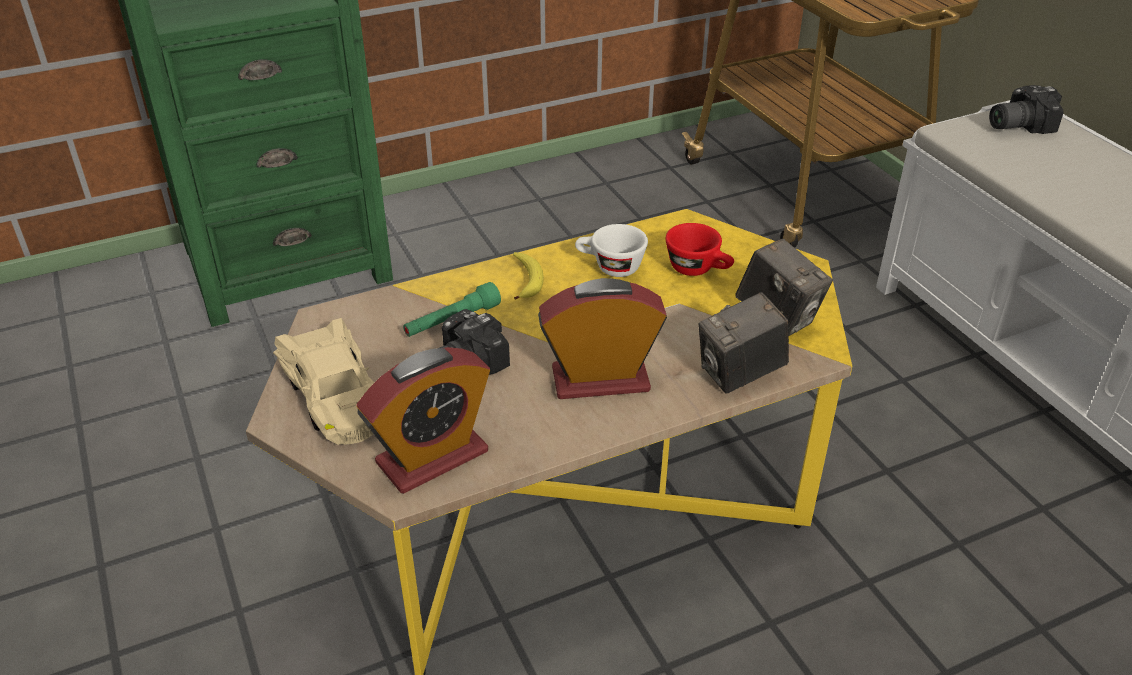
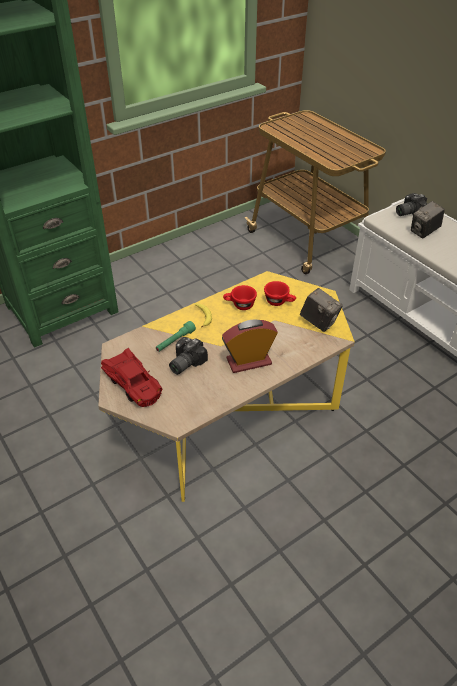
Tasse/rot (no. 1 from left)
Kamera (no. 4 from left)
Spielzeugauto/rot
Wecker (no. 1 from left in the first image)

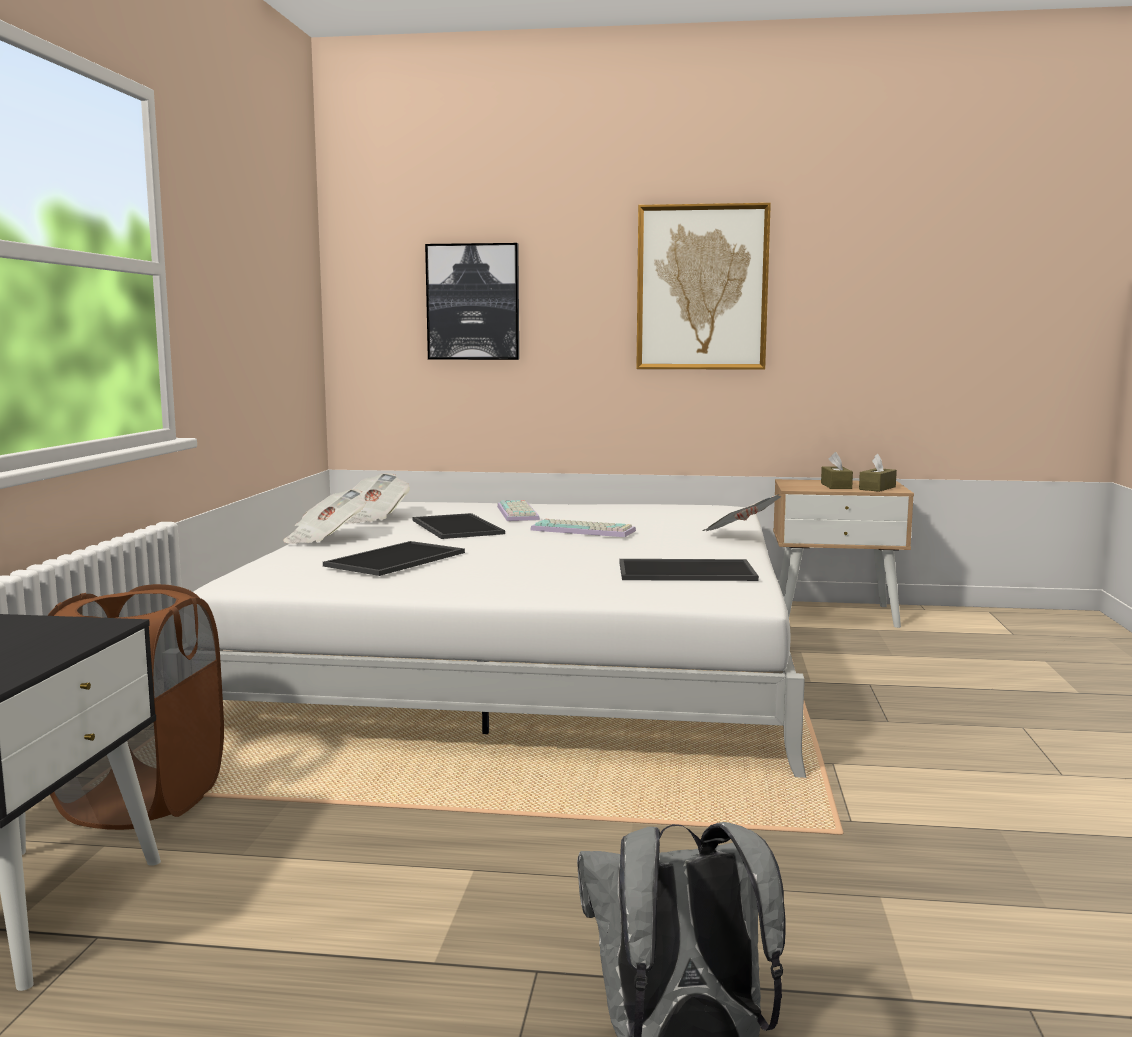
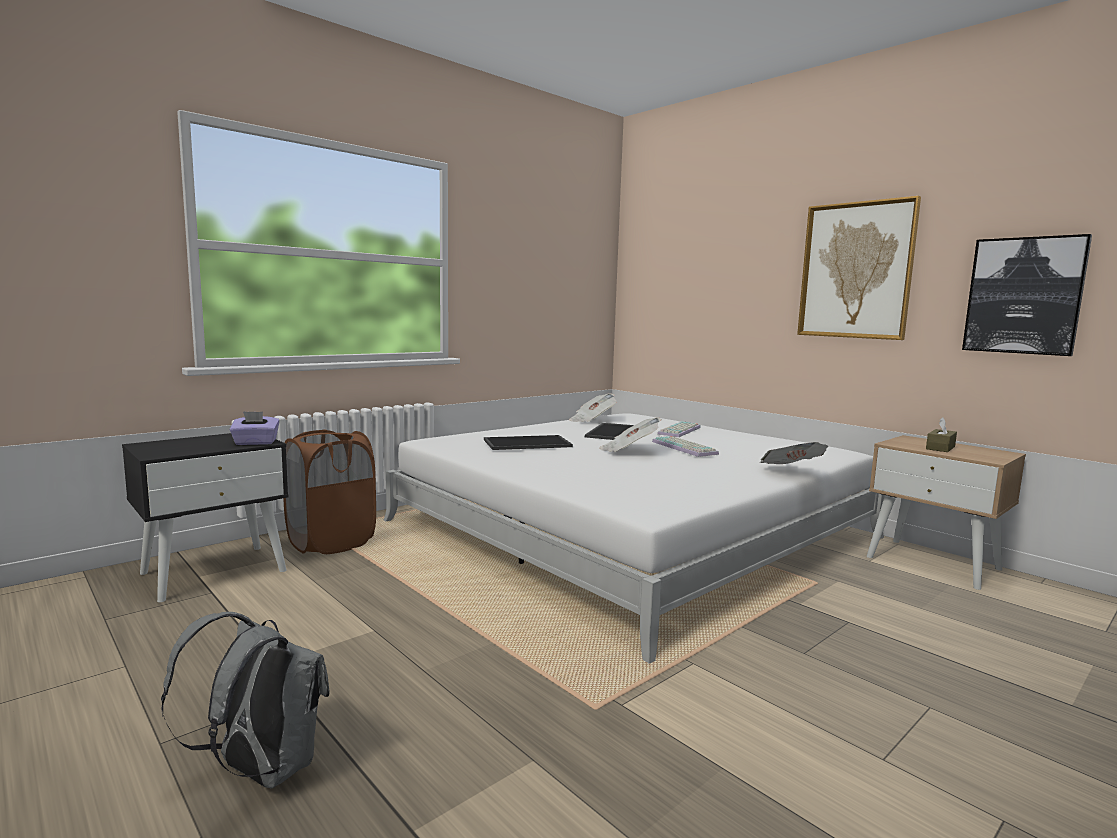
Bild (no. 2 from left)
Taschentuchbox/braun (no. 2 from left in the first image)
Zeitung (no. 2 from left)
Tablett (no. 3 from left in the first image)
Taschentuchbox/lila

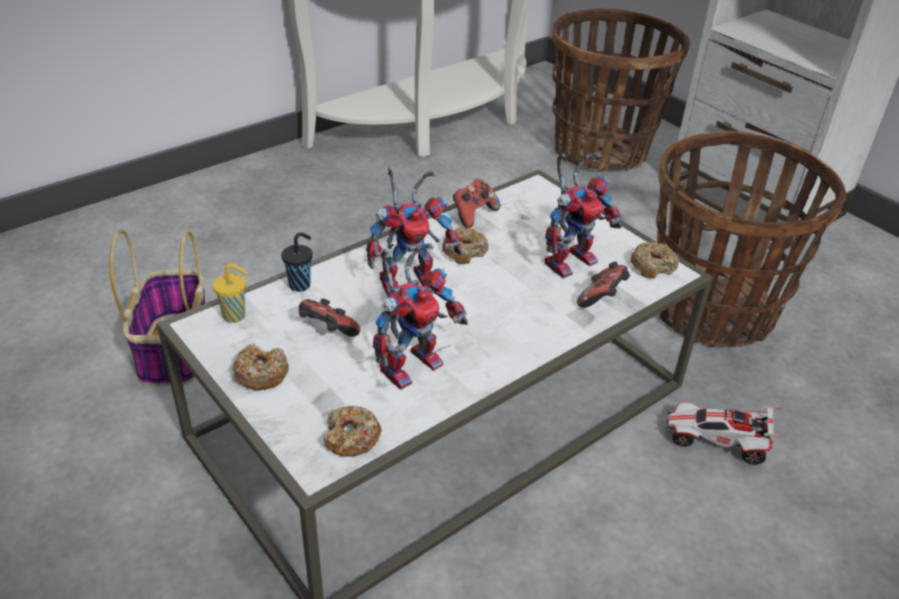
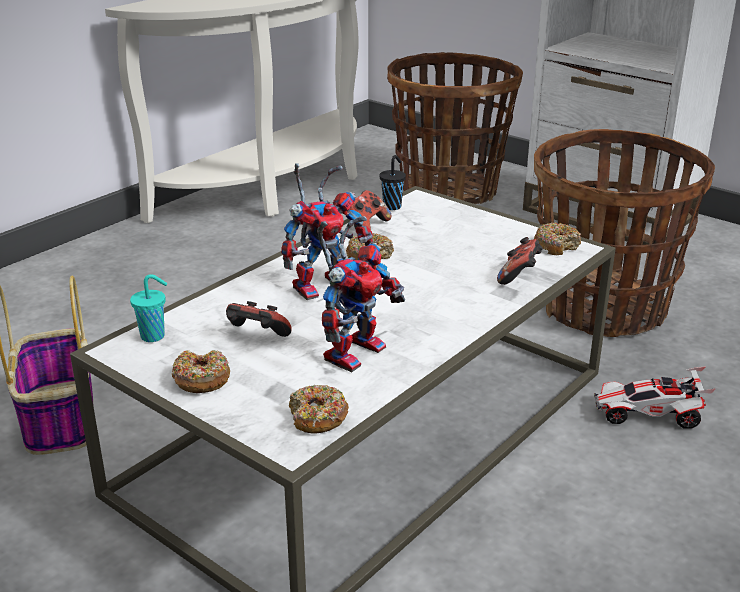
Spielzeugroboter (no. 3 from left in the first image)
Tasse/schwarz
Tasse/türkis

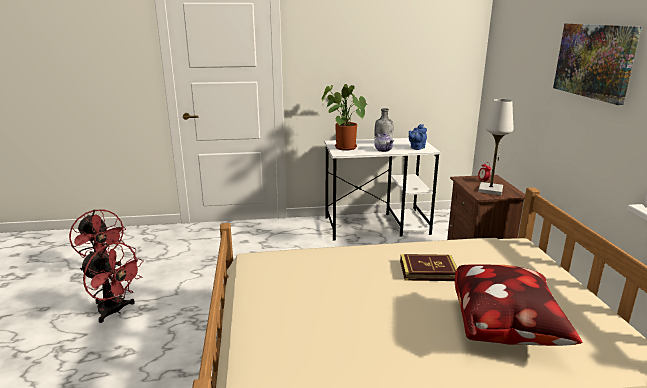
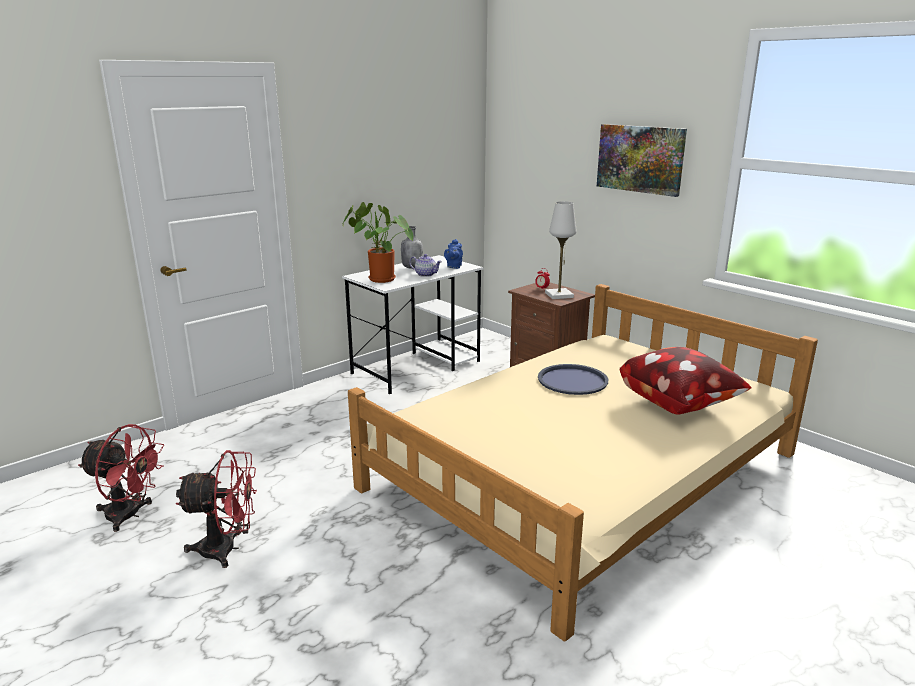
Tablett/blau

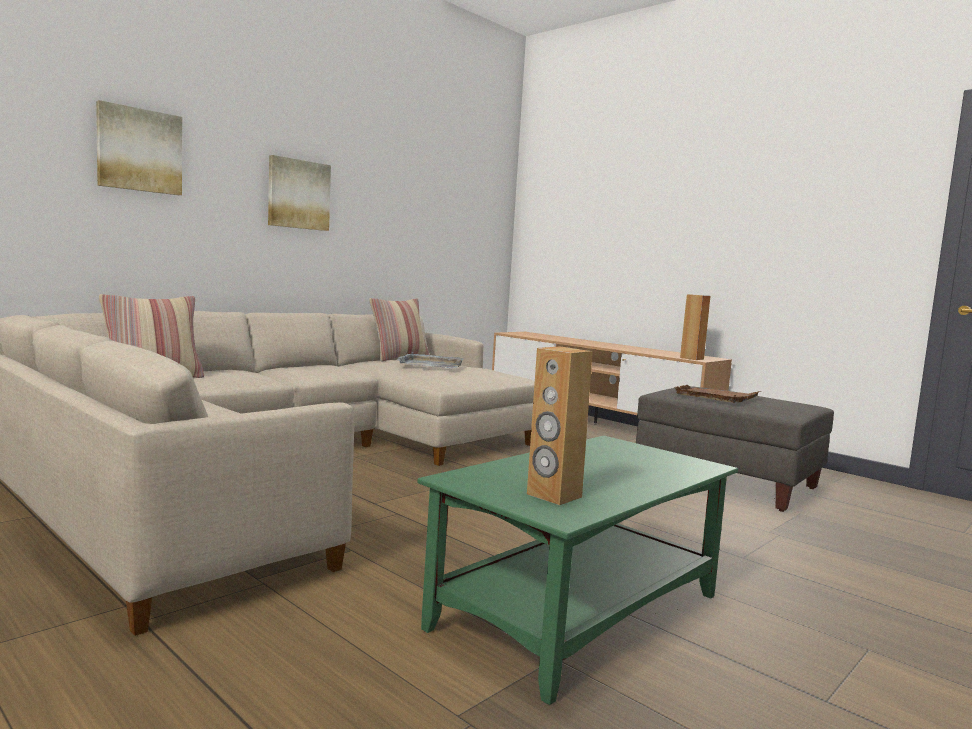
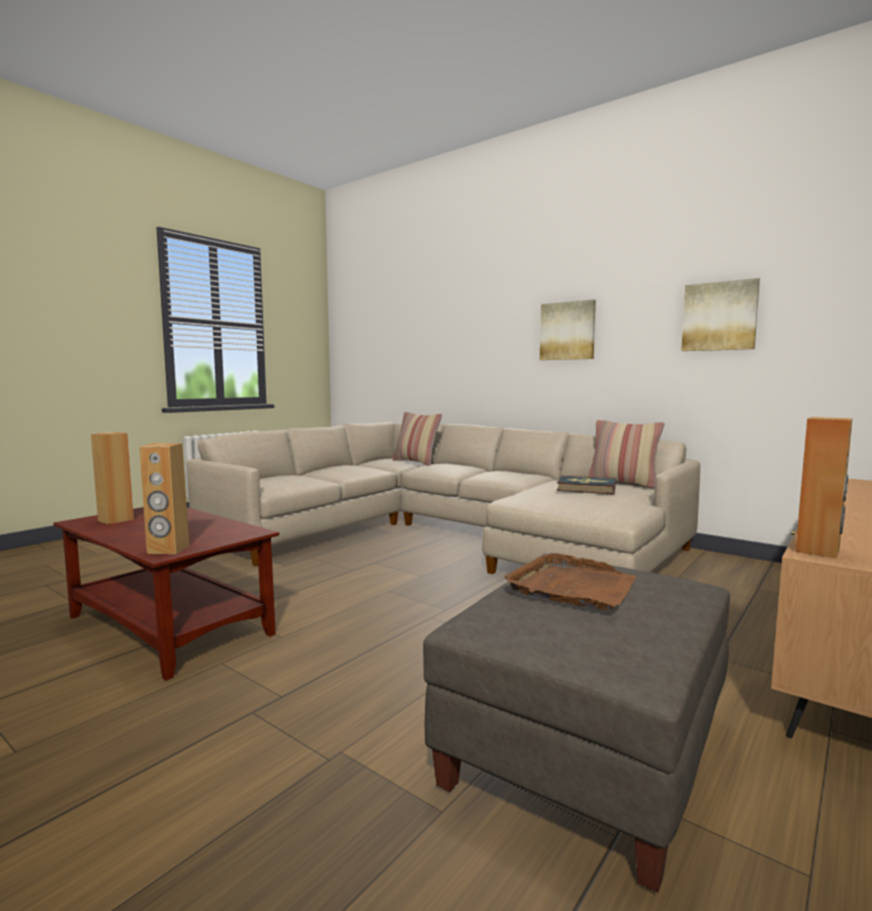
Bild (no. 2 from left)
Buch
Couchtisch/braun
Lautsprecher/braun (no. 2 from left)

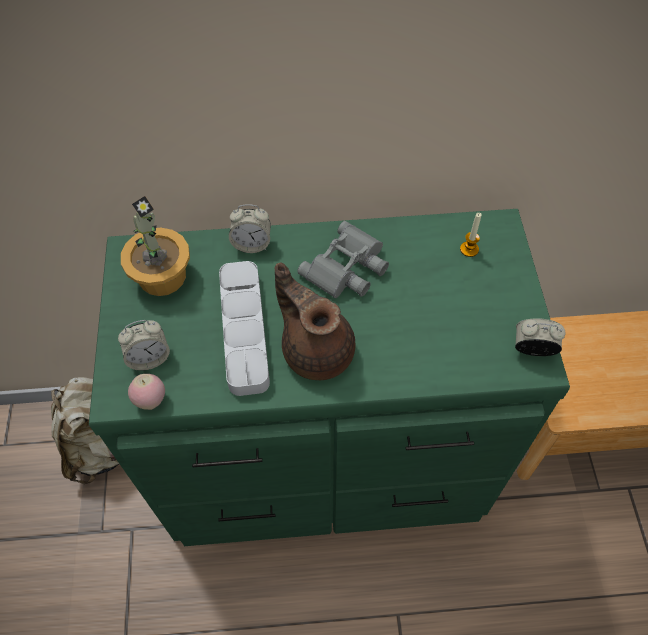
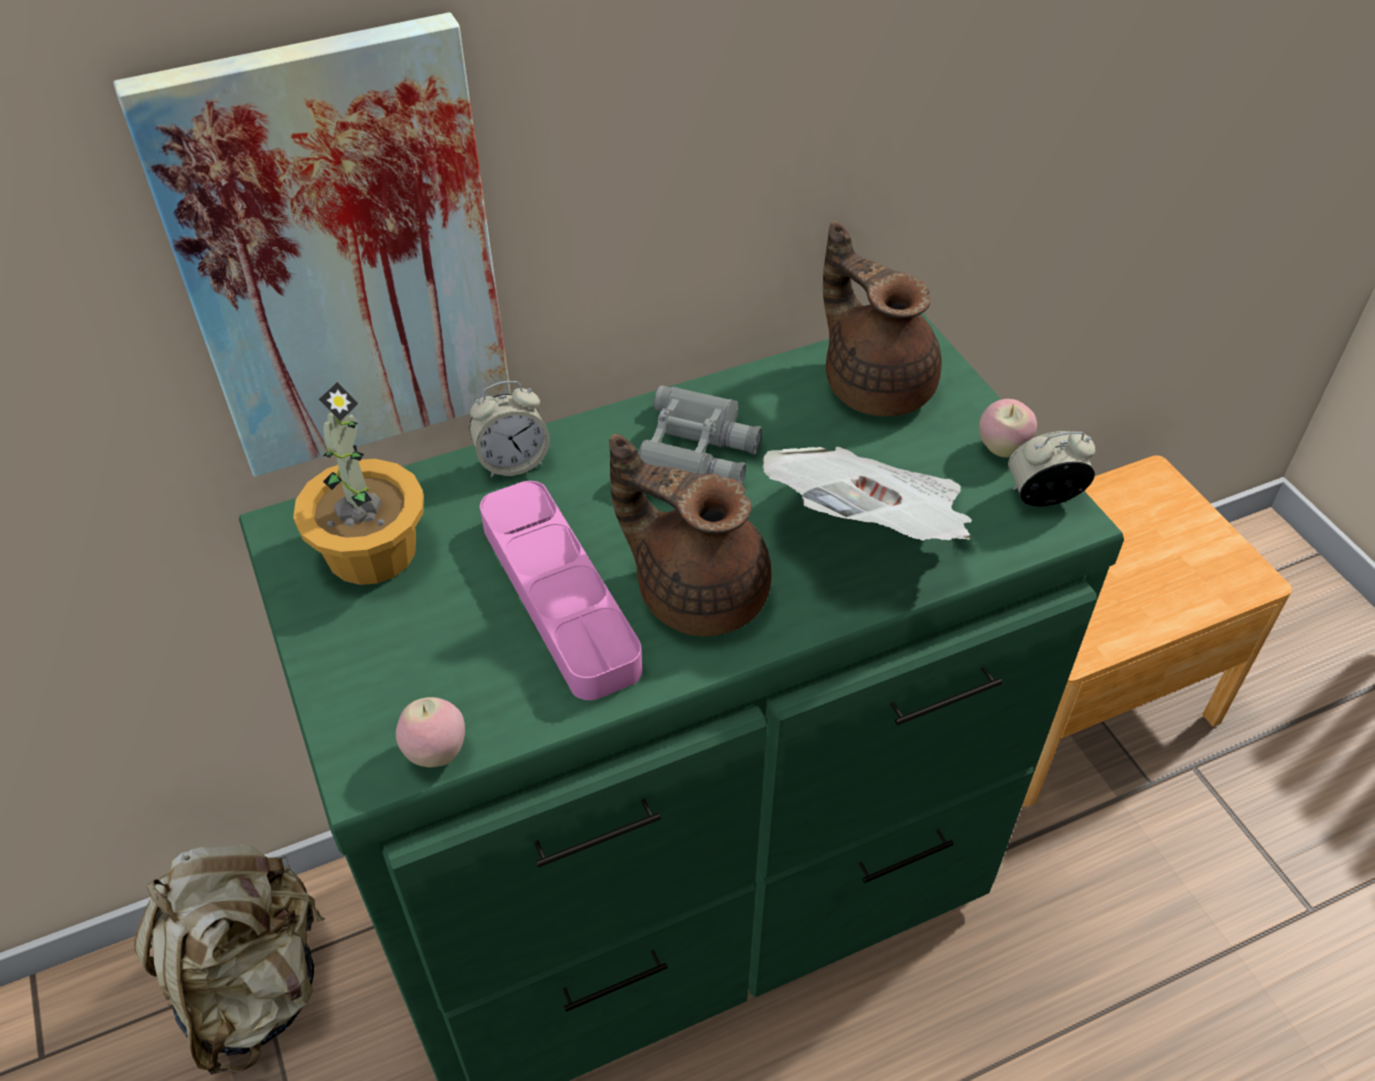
Teekanne/braun (no. 2 from left)
Tablett/rosa
Wecker (no. 1 from left in the first image)
Bild
Apfel (no. 2 from left)
Zeitung

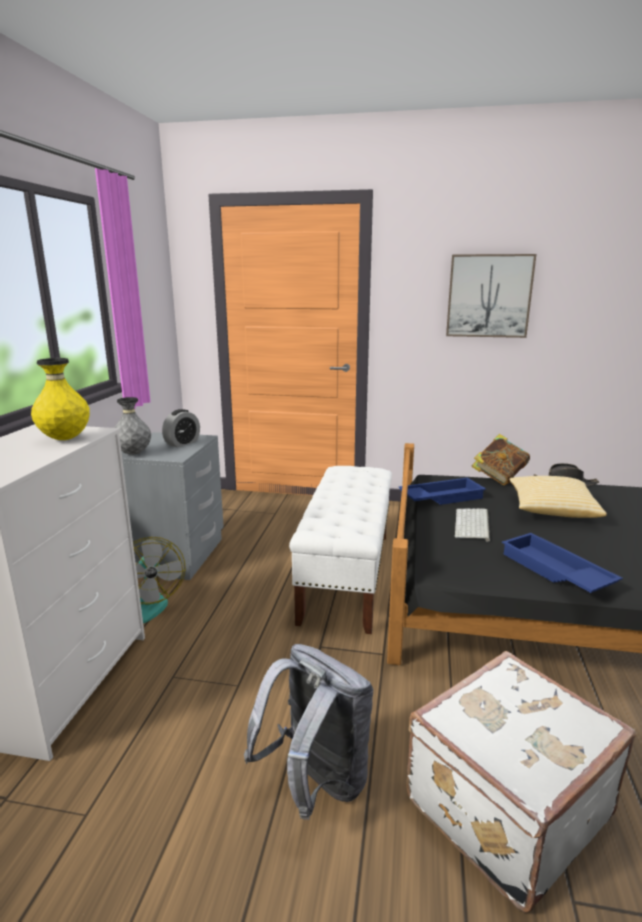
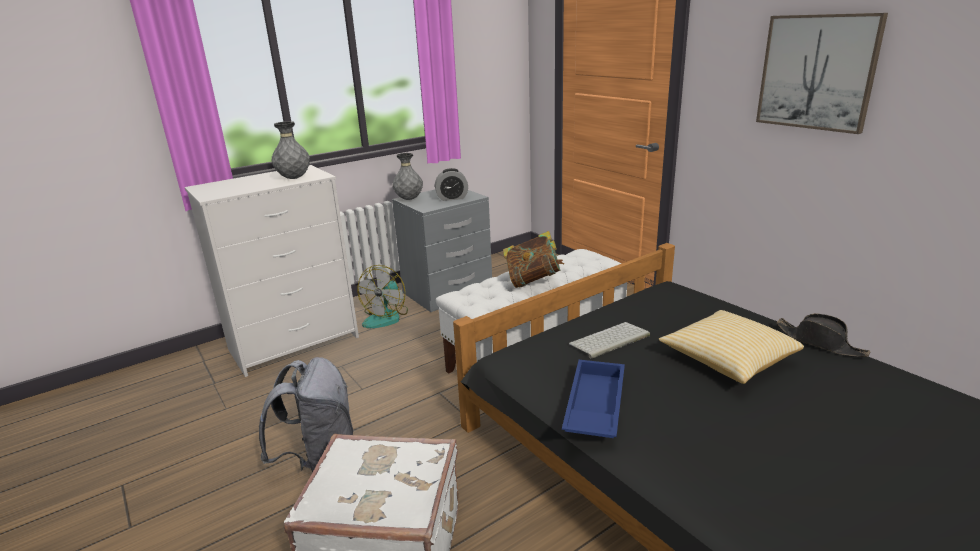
Vase/grau (no. 1 from left)
Buch
Tablett/blau (no. 1 from left in the first image)

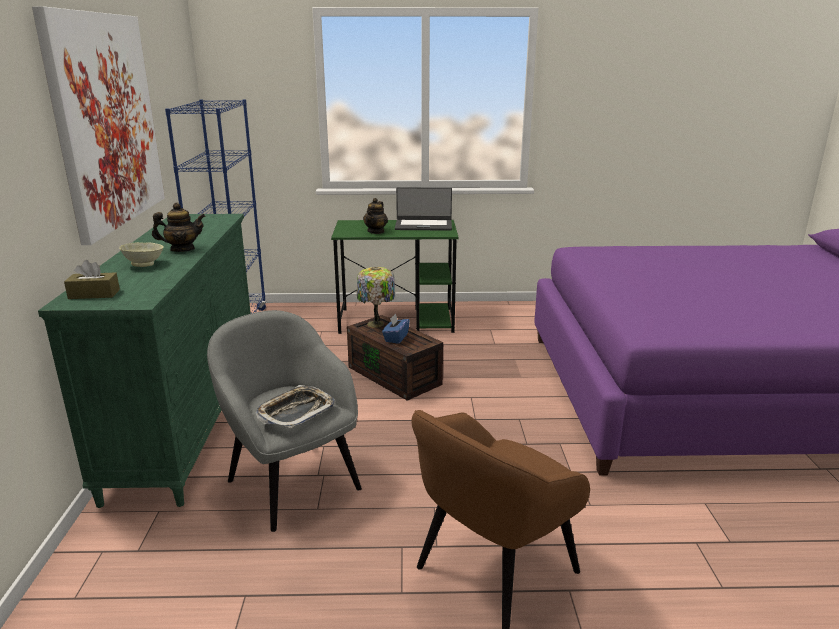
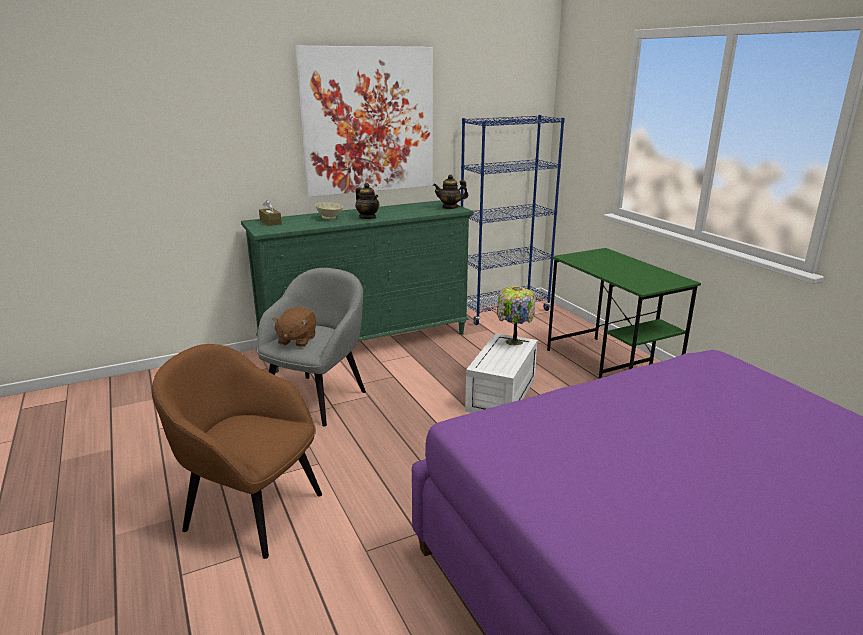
Laptop
Teekanne (no. 2 from left)
Taschentuchbox/blau
Aufbewahrungsbox/weiß
Plüschtier/braun

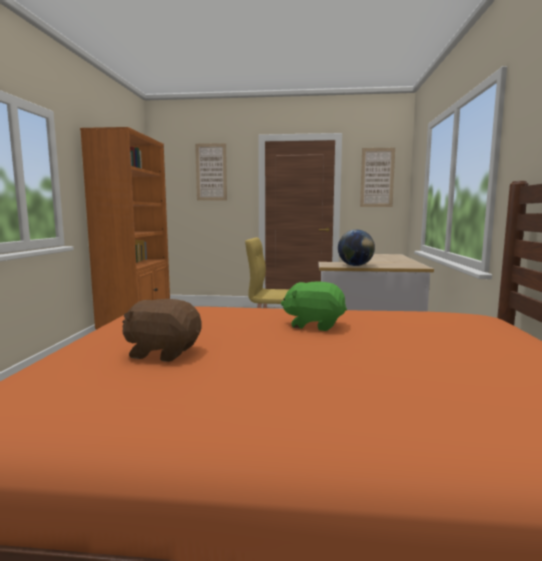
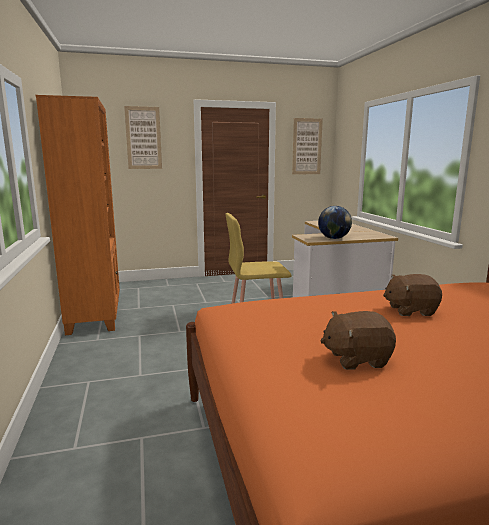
Plüschtier/braun (no. 2 from left)

